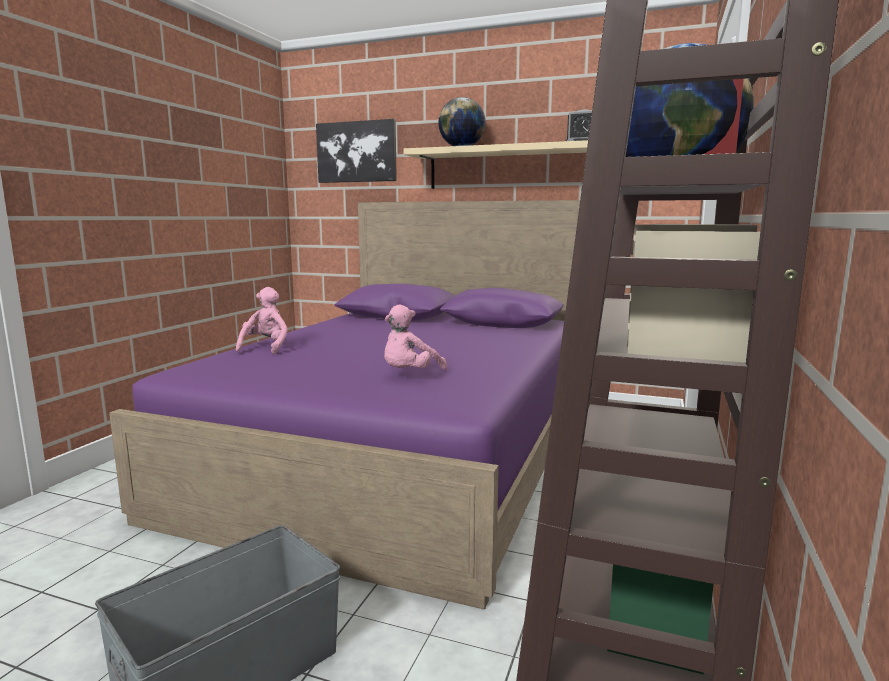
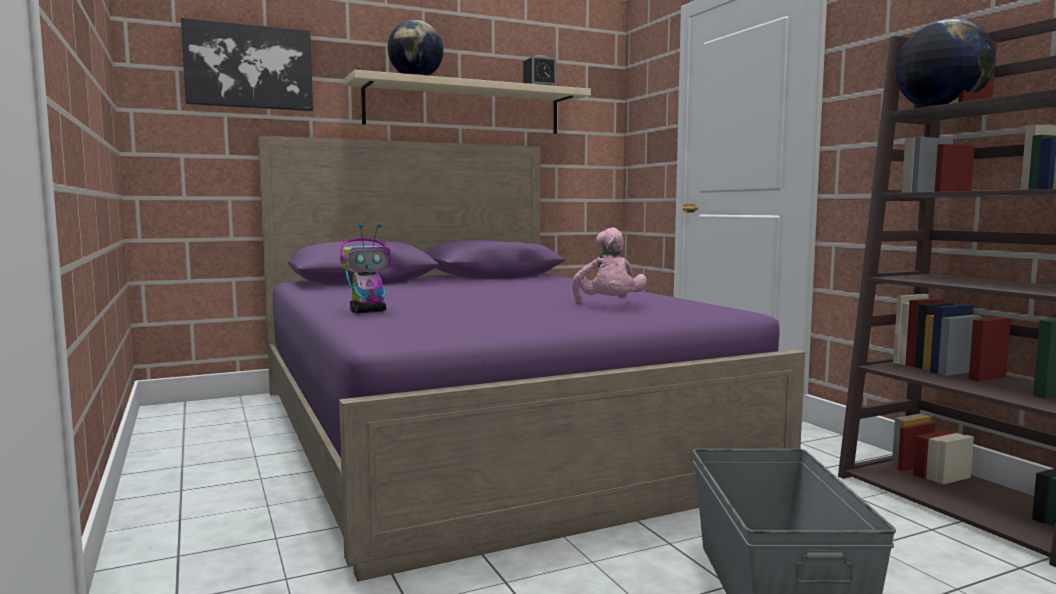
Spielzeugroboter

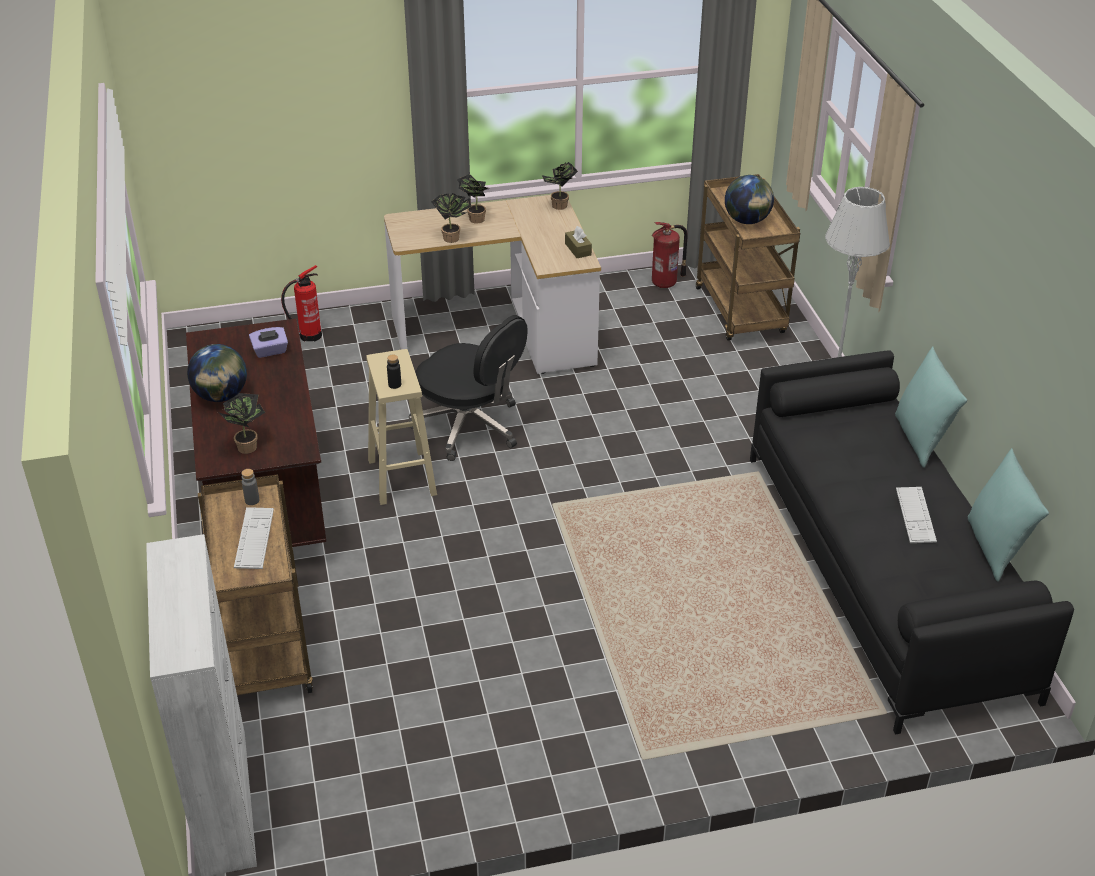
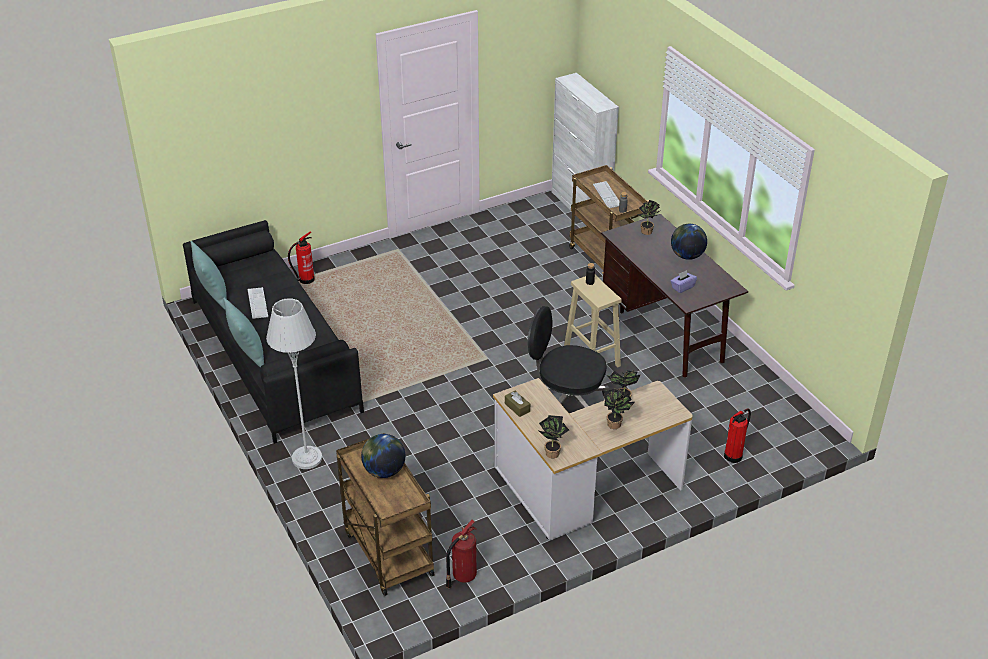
Feuerlöscher (no. 1 from left)

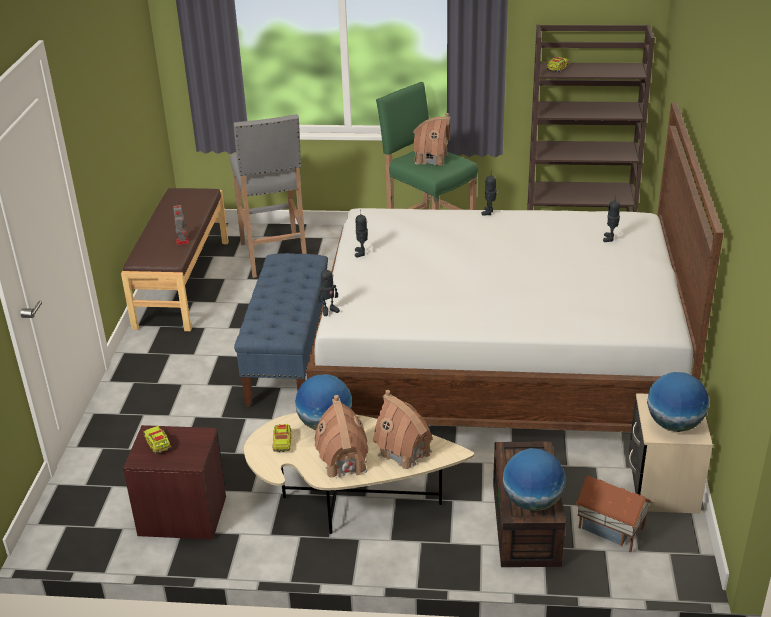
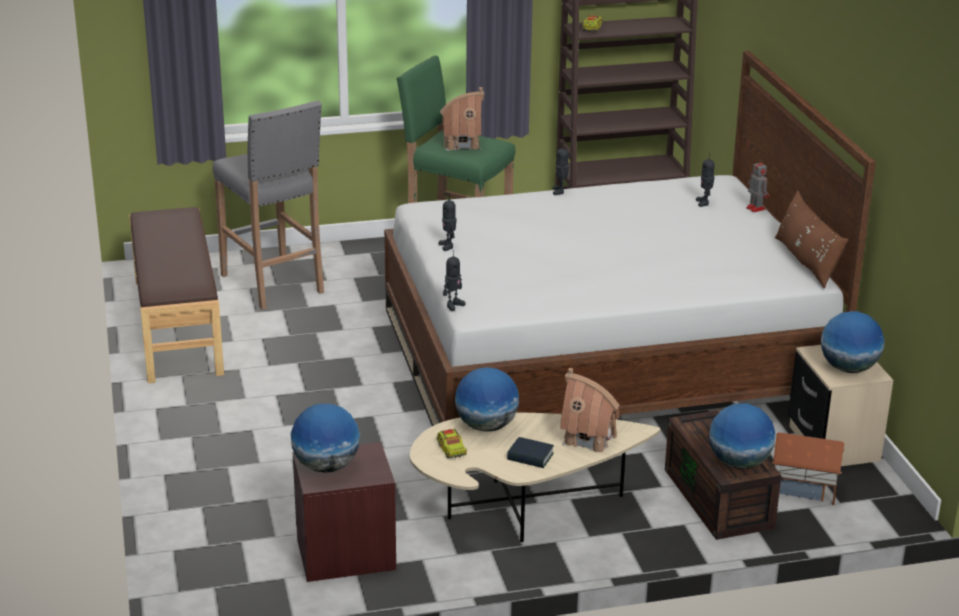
Spielzeugroboter (no. 5 from left)
Bank/blau
Buch
Globus (no. 1 from left)
Kissen/braun

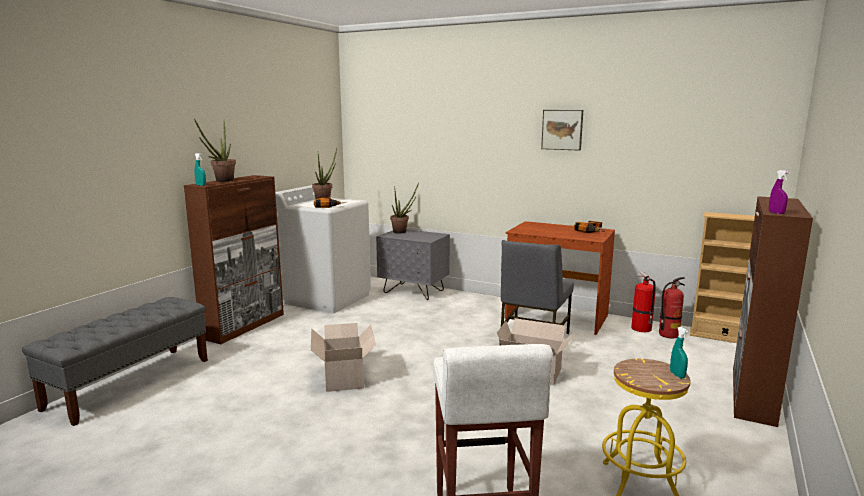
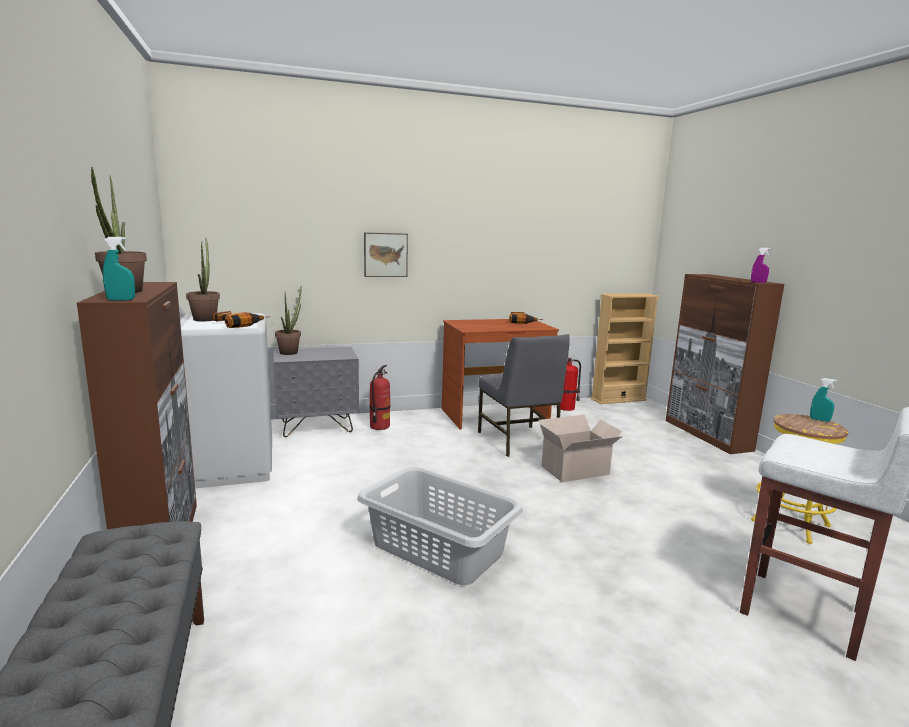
Bild
Feuerlöscher (no. 1 from left)
Wäschekorb/grau

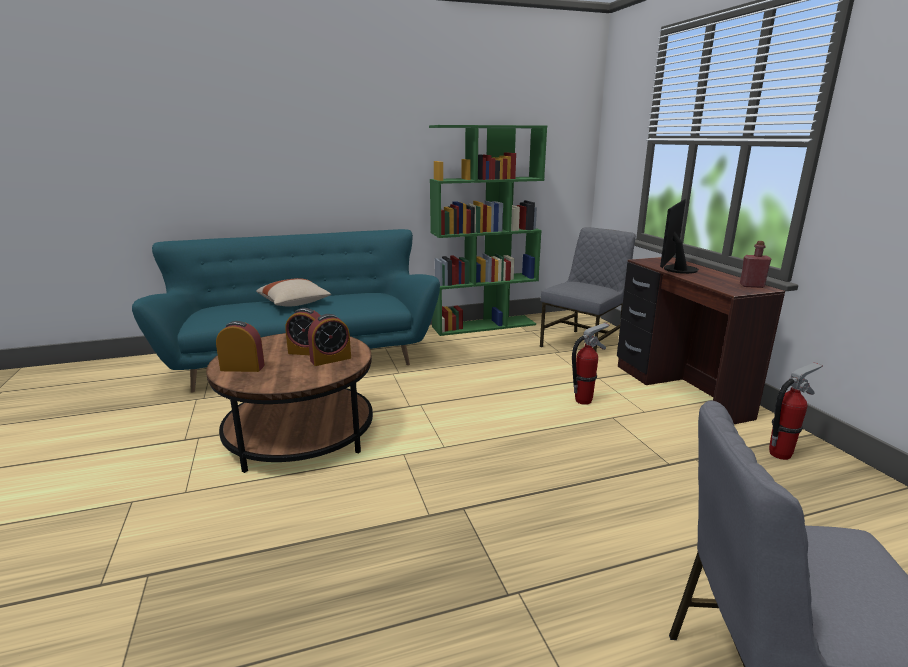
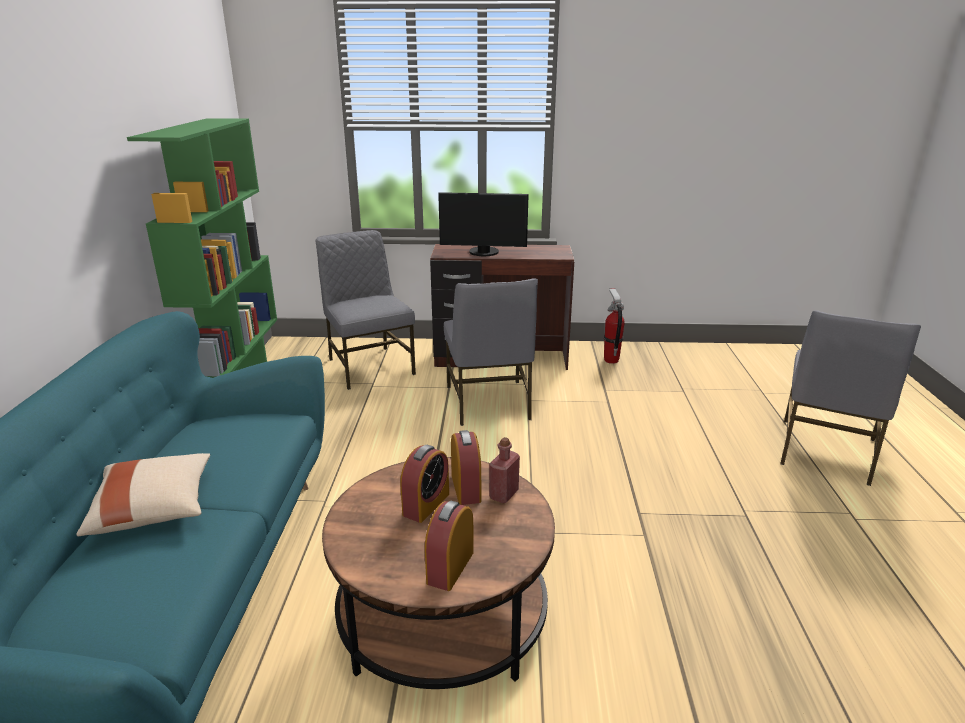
Monitor
Flasche/rot
Stuhl/grau (no. 2 from left)

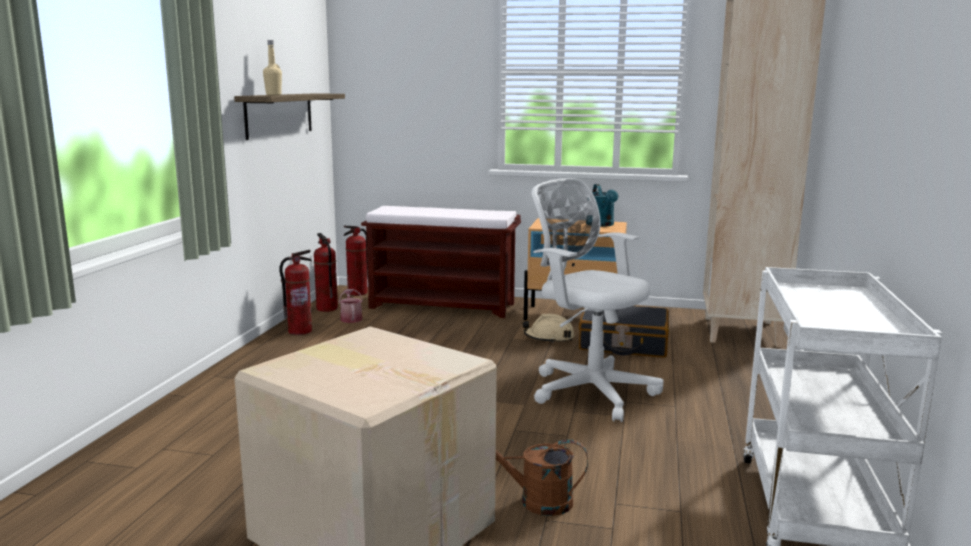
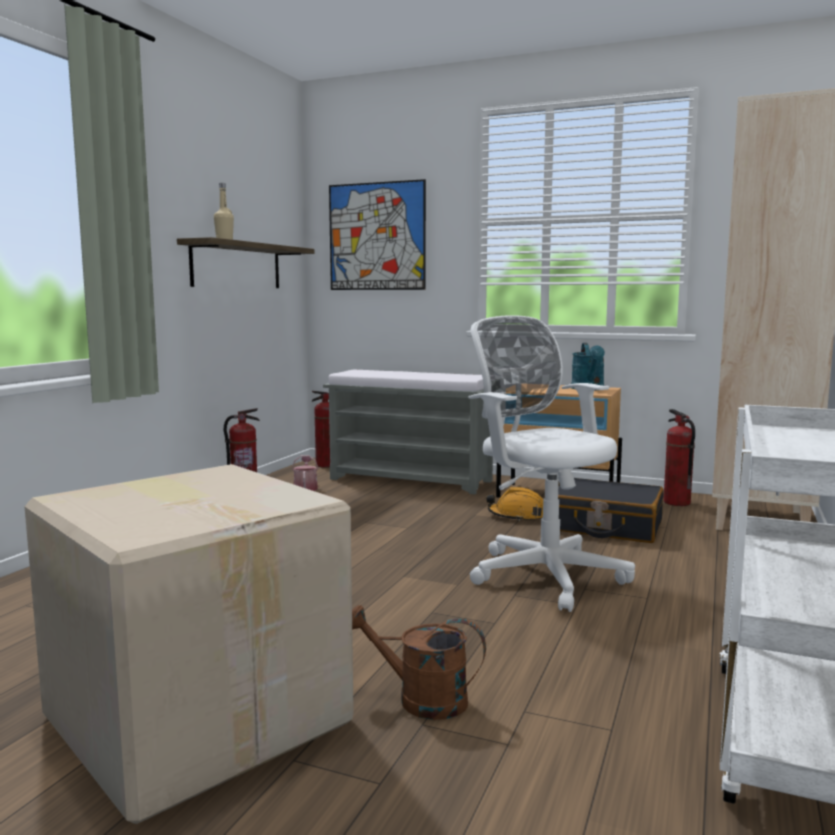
Bank/grau
Feuerlöscher (no. 3 from left)
Schutzhelm/orange
Bild

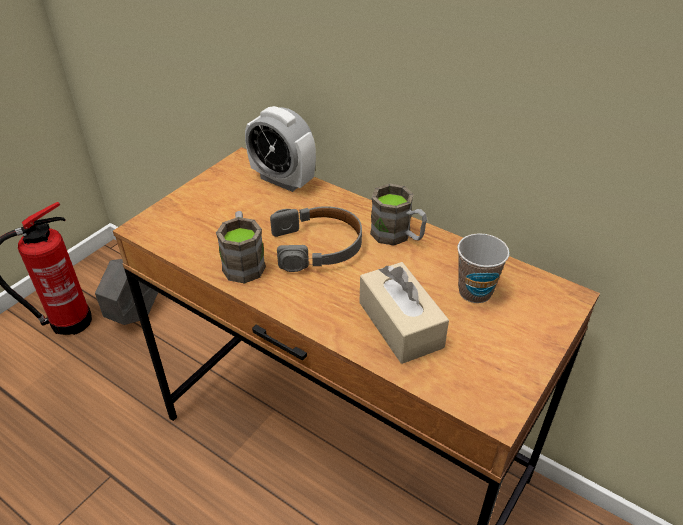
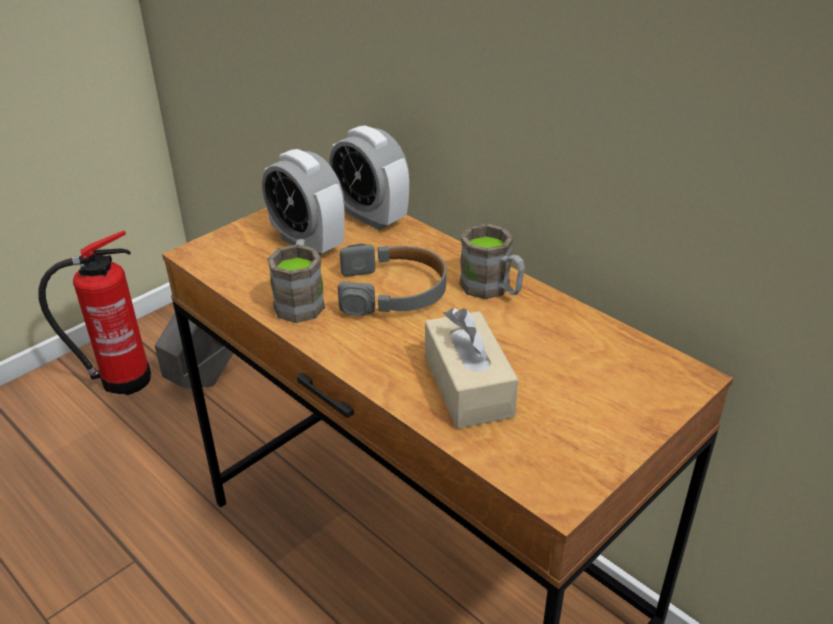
Tasse
Wecker (no. 1 from left)

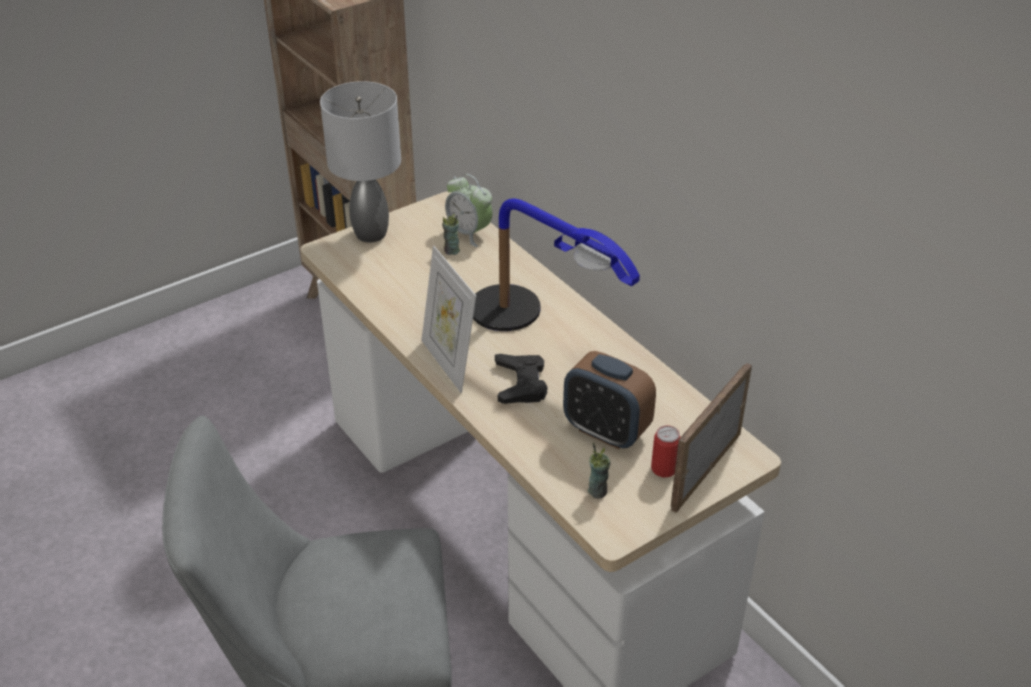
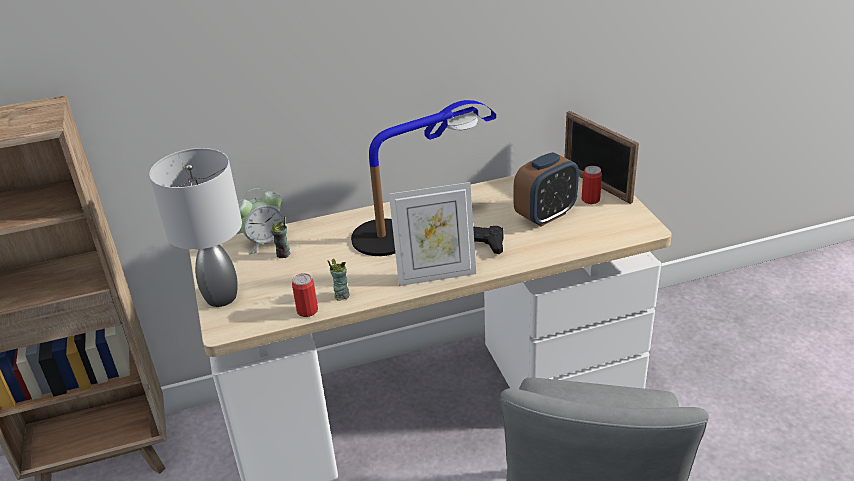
Tasse (no. 2 from left)
Dose (no. 1 from left)

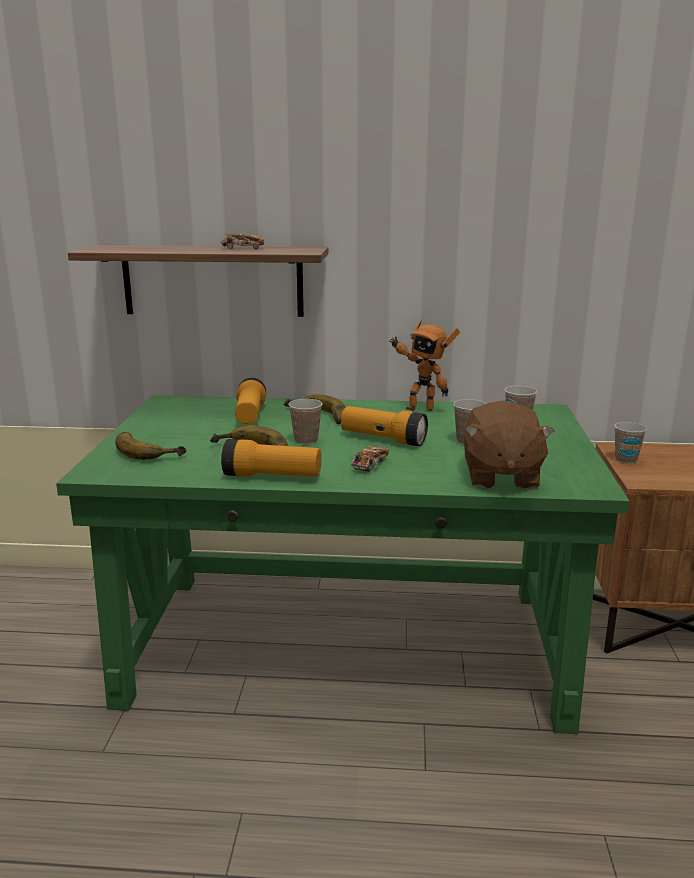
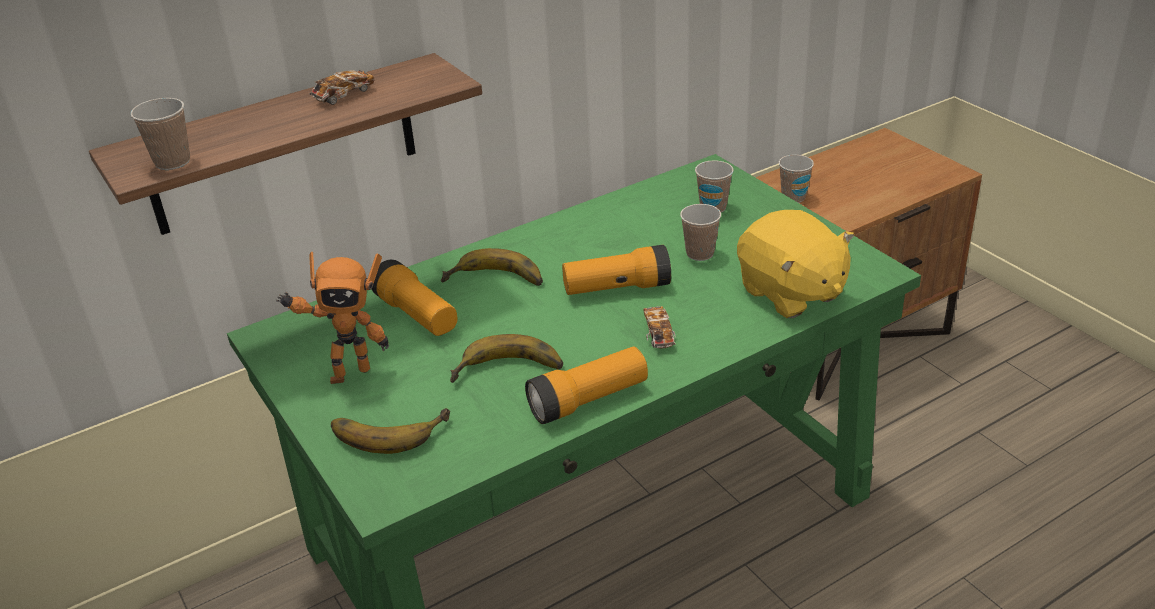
Spielzeugroboter
Tasse (no. 1 from left)
Plüschtier/gelb

